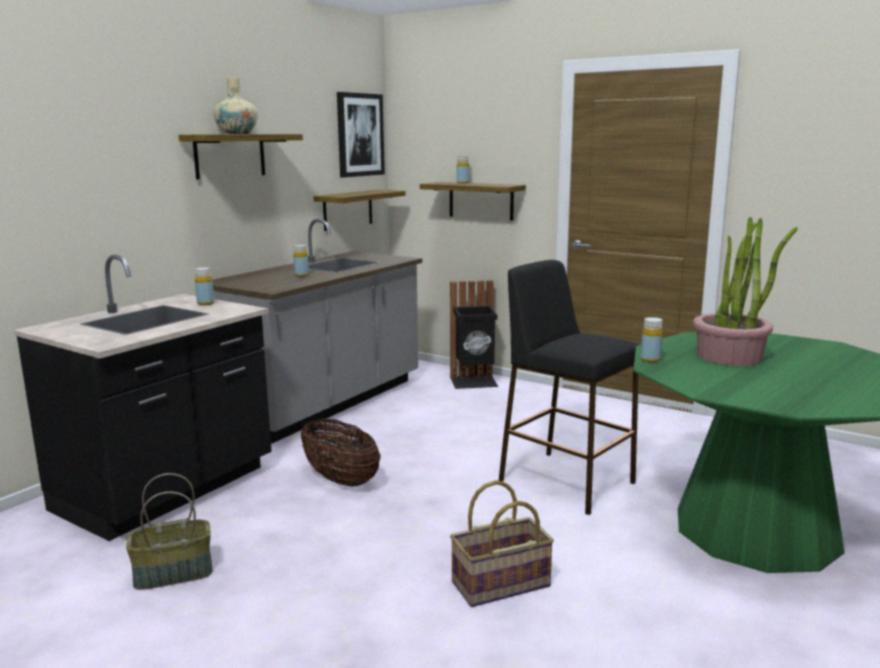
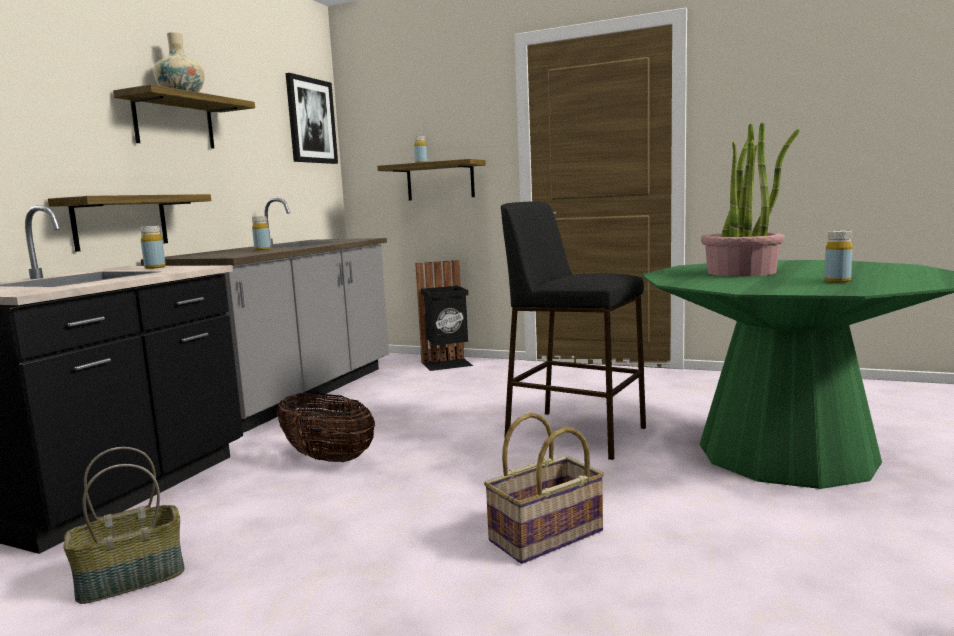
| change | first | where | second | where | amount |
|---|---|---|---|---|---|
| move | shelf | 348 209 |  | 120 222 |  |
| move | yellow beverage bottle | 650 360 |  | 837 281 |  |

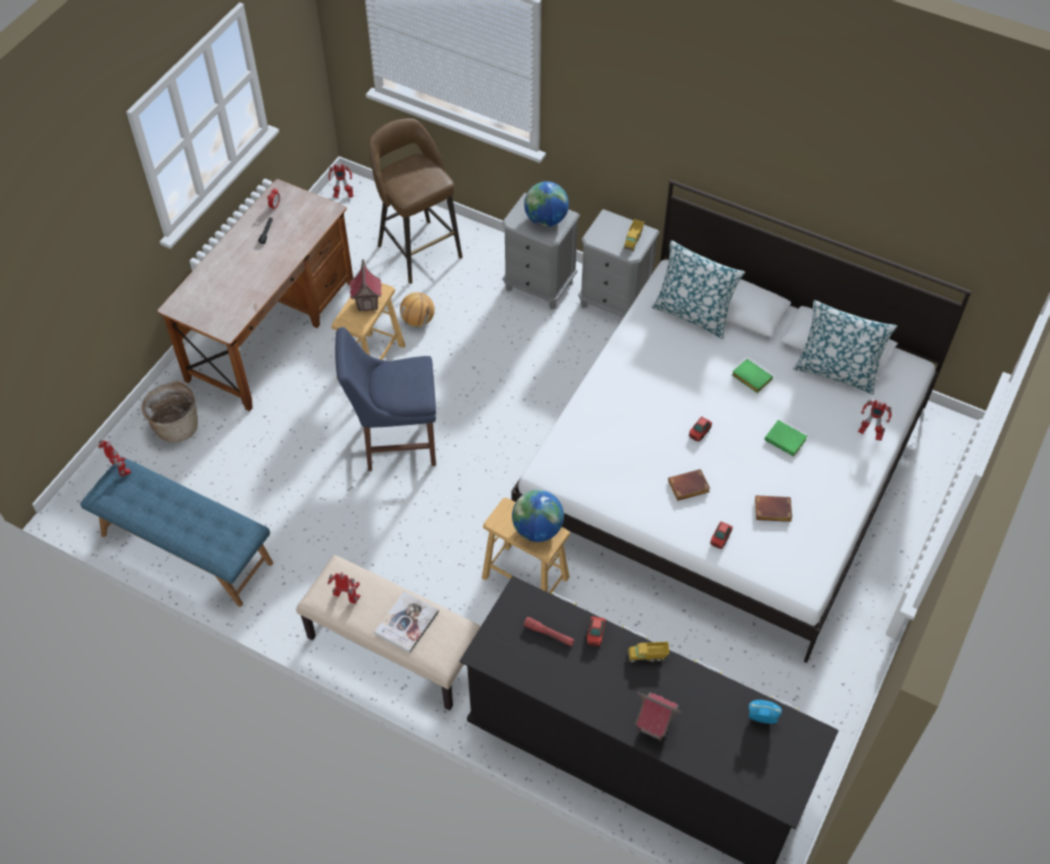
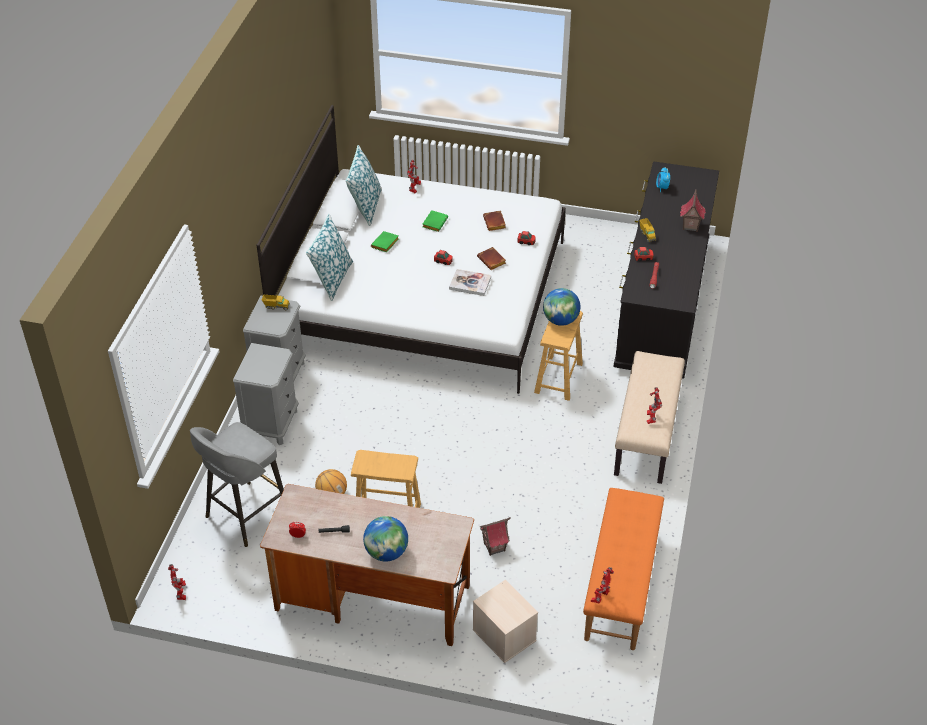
| change | first | where | second | where | amount |
|---|---|---|---|---|---|
| delete | blue plain chair | 395 442 |  |  |  |
| move | miniature house | 368 303 |  | 494 547 |  |
| move | bound book | 407 623 |  | 470 283 |  |
| move | desk globe | 546 220 |  | 386 552 |  |
| replace | storage basket | 176 426 | sand-coloured storage bin | 503 635 |  |
| recolor | blue long seat | 185 549 | orange-coloured long seat | 621 584 |  |
| recolor | brown-coloured stool seat | 418 250 | grey stool seat | 245 515 |  |

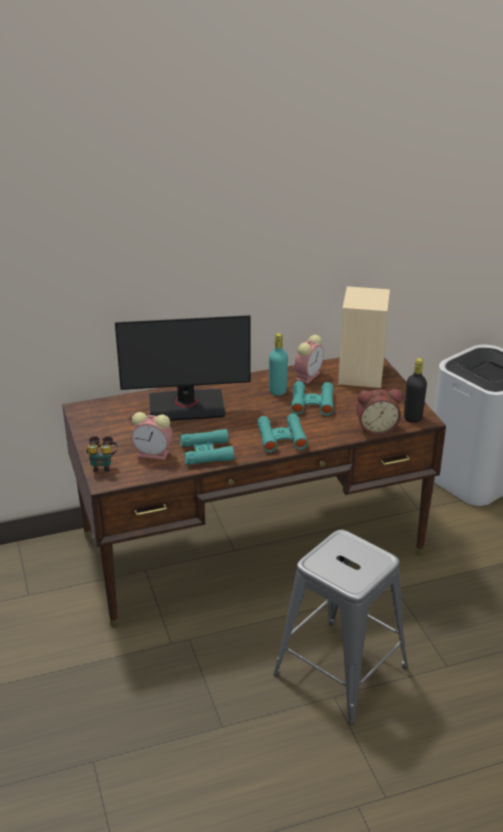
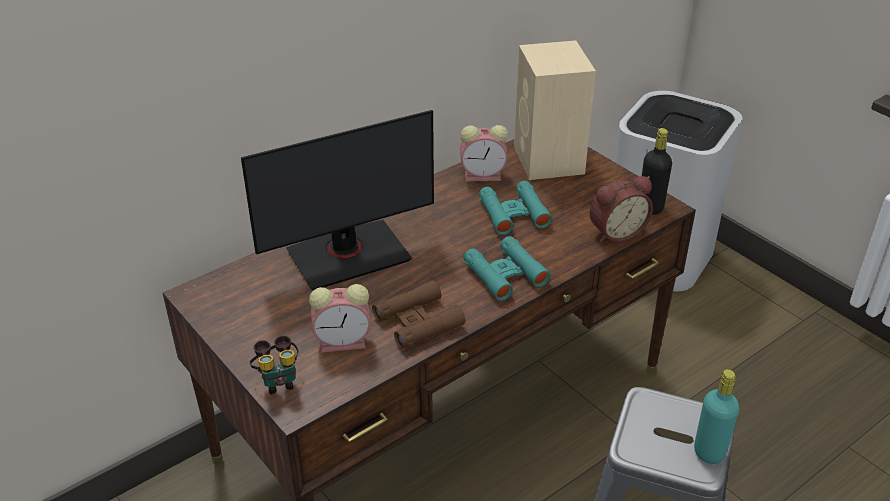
| change | first | where | second | where | amount |
|---|---|---|---|---|---|
| move | blue-green beverage bottle | 277 391 |  | 709 452 |  |
| recolor | blue-green field glasses | 206 452 | brown-coloured field glasses | 418 321 |  |
| rotate | bedside clock | 308 375 |  | 484 175 | 75 degrees clockwise |

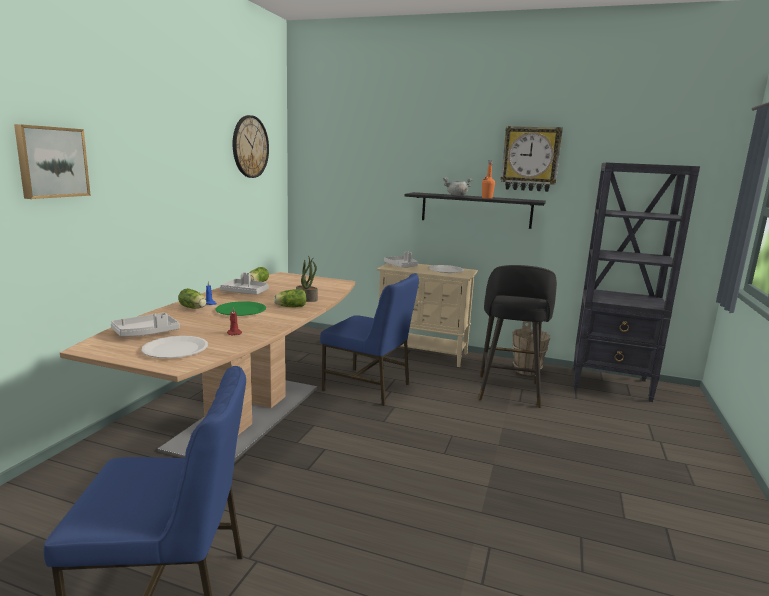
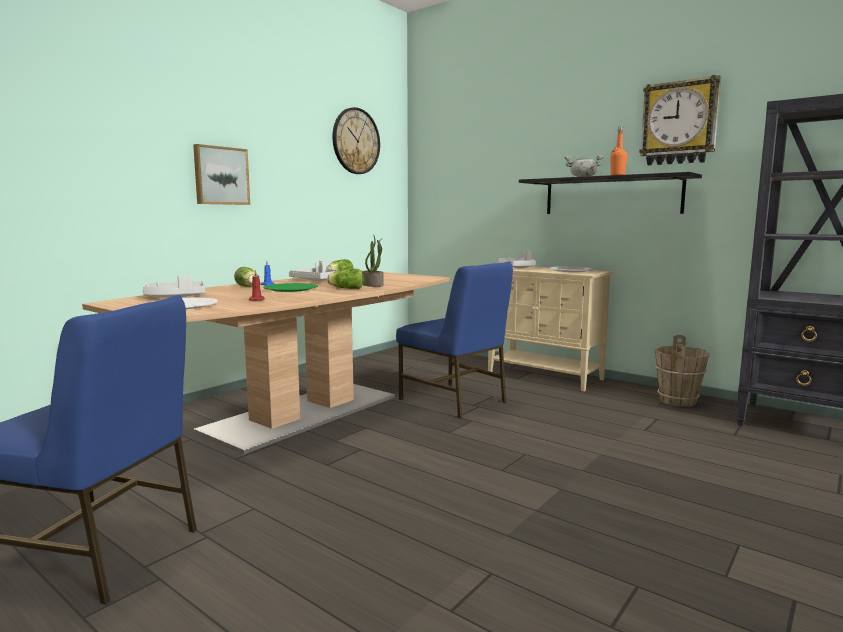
| change | first | where | second | where | amount |
|---|---|---|---|---|---|
| delete | blackish stool seat | 508 392 |  |  |  |
| move | wall picture | 51 162 |  | 221 176 |  |

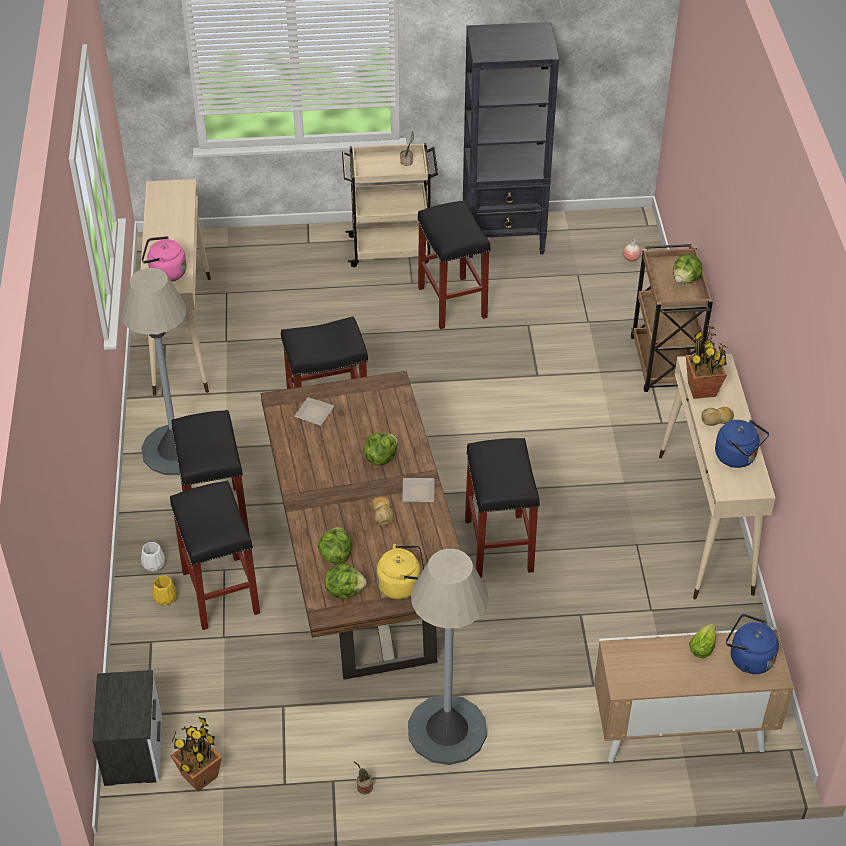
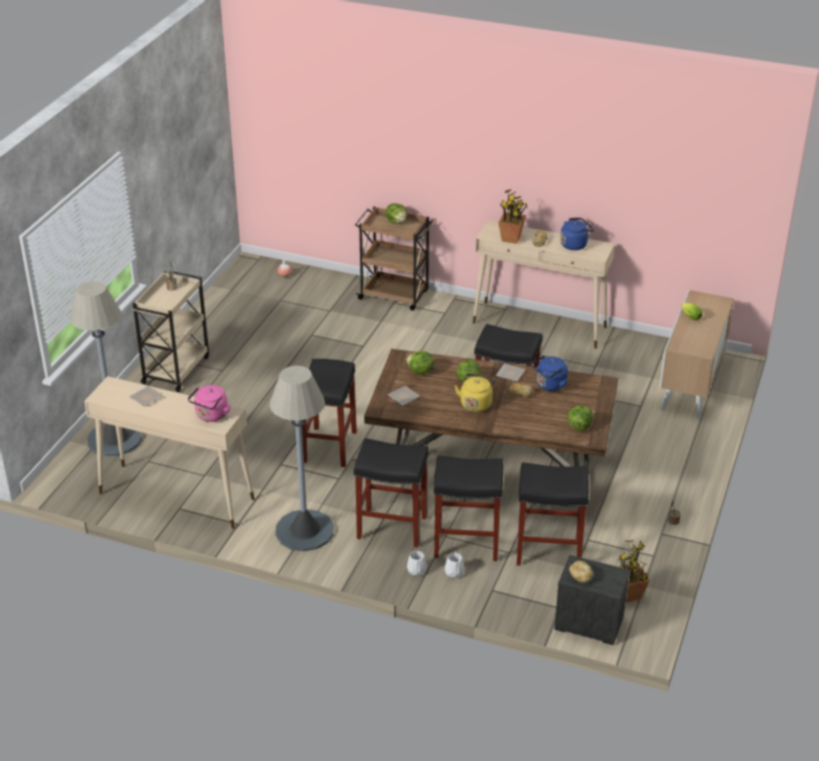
| change | first | where | second | where | amount |
|---|---|---|---|---|---|
| delete | blackish shelving unit | 504 237 |  |  |  |
| insert |  |  | flat dish | 146 397 |  |
| insert |  |  | bread | 581 576 |  |
| move | head of lettuce | 335 555 |  | 420 371 |  |
| move | yellow tea kettle | 402 584 |  | 476 403 |  |
| move | grey floor lamp | 446 730 |  | 114 439 |  |
| move | blackish stool seat | 451 302 |  | 547 551 |  |
| move | blue tea kettle | 748 658 |  | 549 385 |  |
| recolor | yellow decorative vase | 164 598 | whitish decorative vase | 454 573 |  |

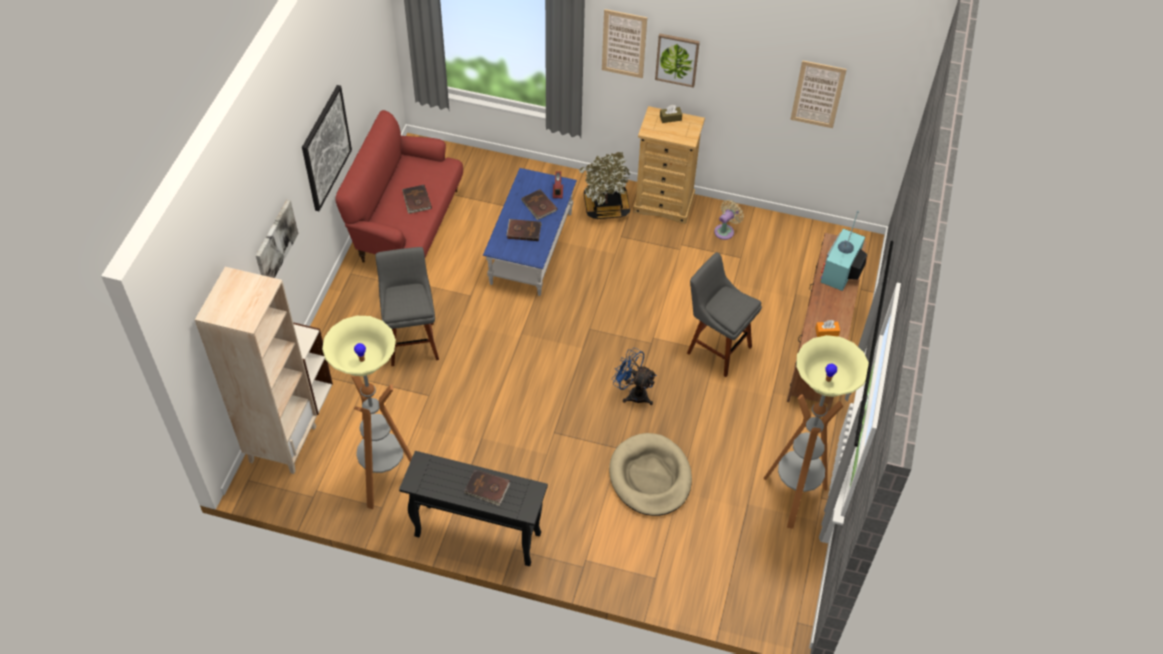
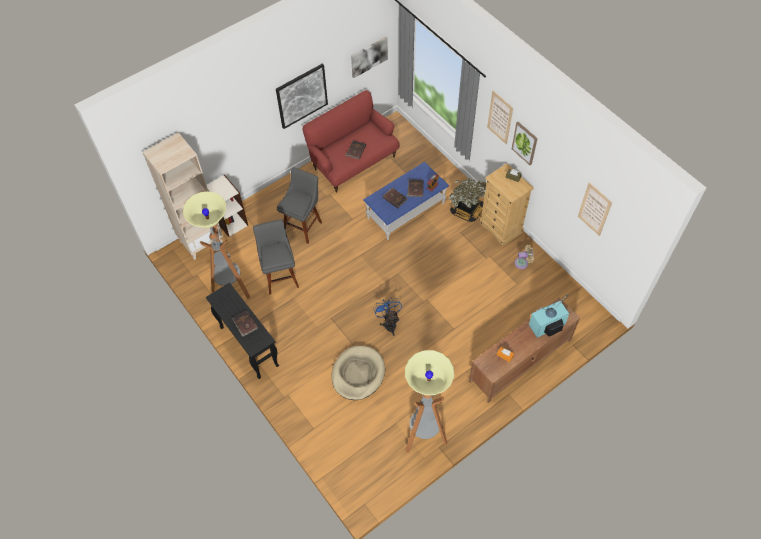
| change | first | where | second | where | amount |
|---|---|---|---|---|---|
| move | wall picture | 275 243 |  | 369 56 |  |
| move | grey stool seat | 716 348 |  | 280 276 |  |

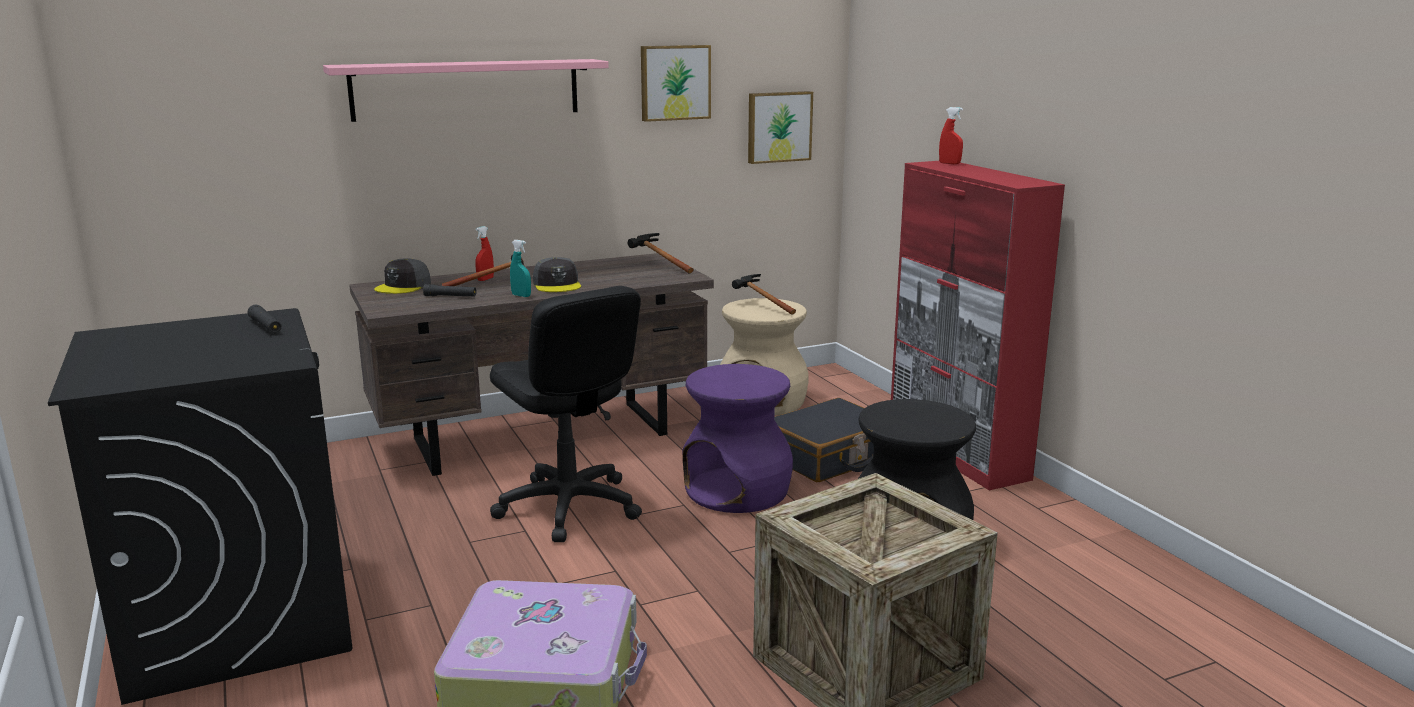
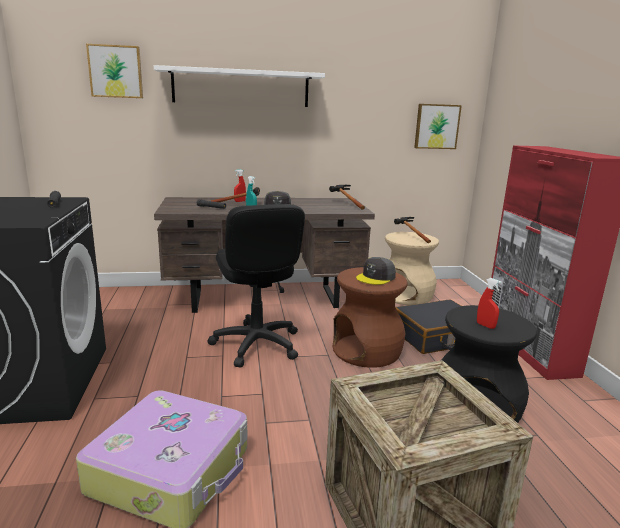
| change | first | where | second | where | amount |
|---|---|---|---|---|---|
| move | grey cap | 403 286 |  | 376 277 |  |
| move | wall picture | 674 82 |  | 116 71 |  |
| move | red-coloured hand sprayer | 949 163 |  | 485 326 |  |
| recolor | pink-coloured shelf | 466 89 | whitish shelf | 241 88 |  |
| recolor | purple-coloured stool seat | 738 491 | brown-coloured stool seat | 367 351 |  |

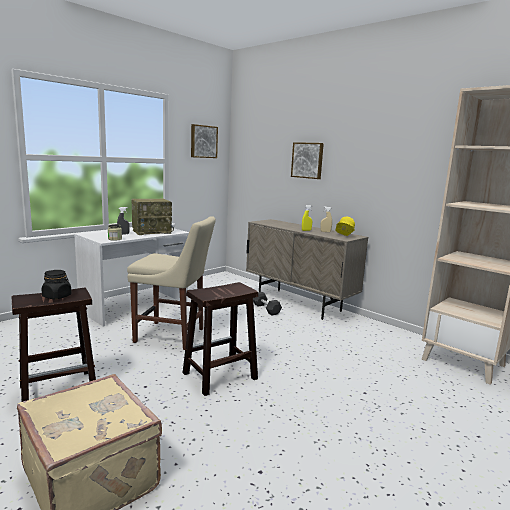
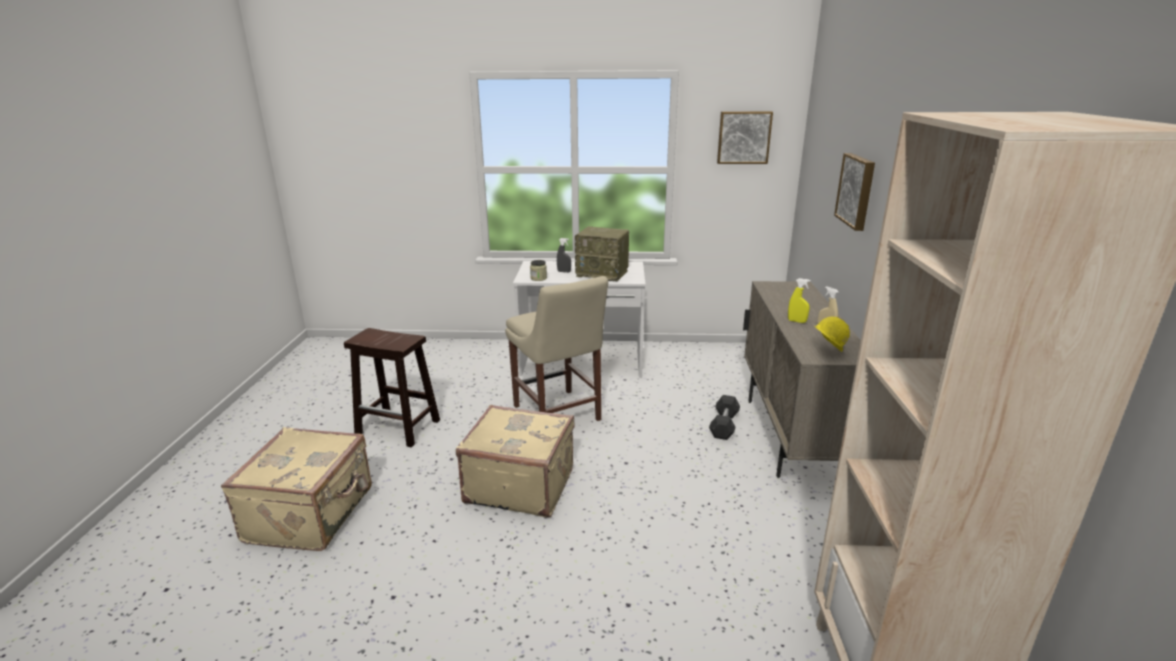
| change | first | where | second | where | amount |
|---|---|---|---|---|---|
| delete | blackish storage jar | 57 296 |  |  |  |
| replace | brown-coloured stool seat | 219 376 | sand-coloured travel case | 520 485 |  |

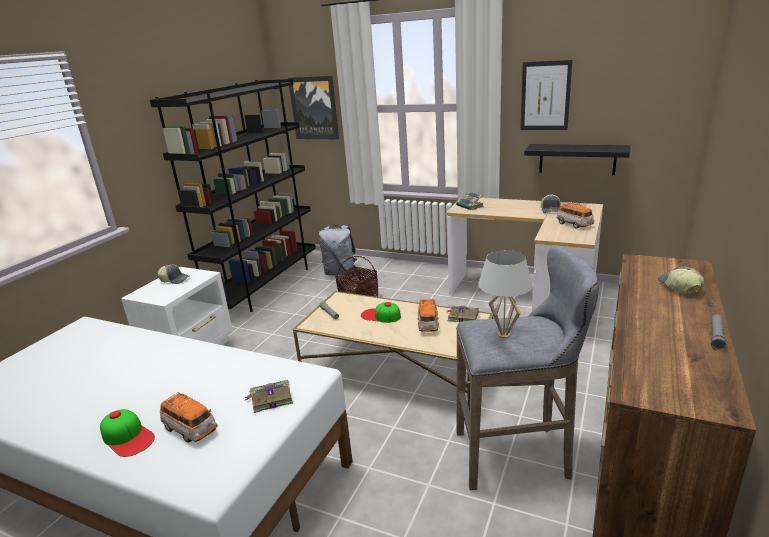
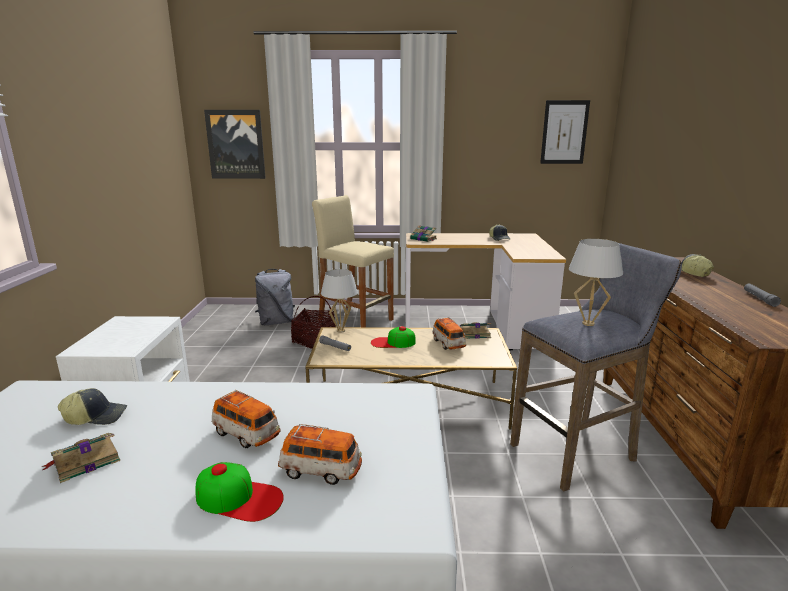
| change | first | where | second | where | amount |
|---|---|---|---|---|---|
| delete | blackish shelving unit | 265 286 |  |  |  |
| delete | blackish shelf | 577 159 |  |  |  |
| insert |  |  | sand-coloured stool seat | 355 320 |  |
| insert |  |  | whitish tabletop lamp | 341 331 |  |
| move | cap | 175 280 |  | 96 416 |  |
| move | bound book | 270 399 |  | 84 461 |  |
| move | wall picture | 545 96 |  | 564 132 |  |
| move | toy car | 574 224 |  | 246 435 |  |

